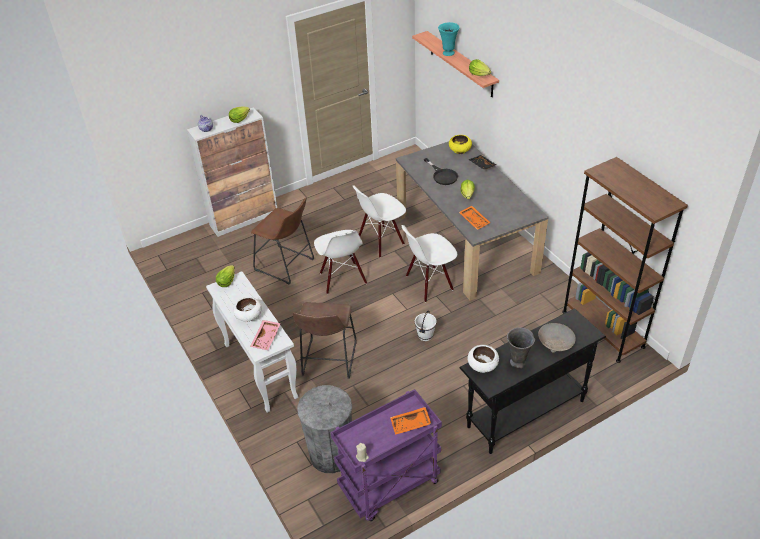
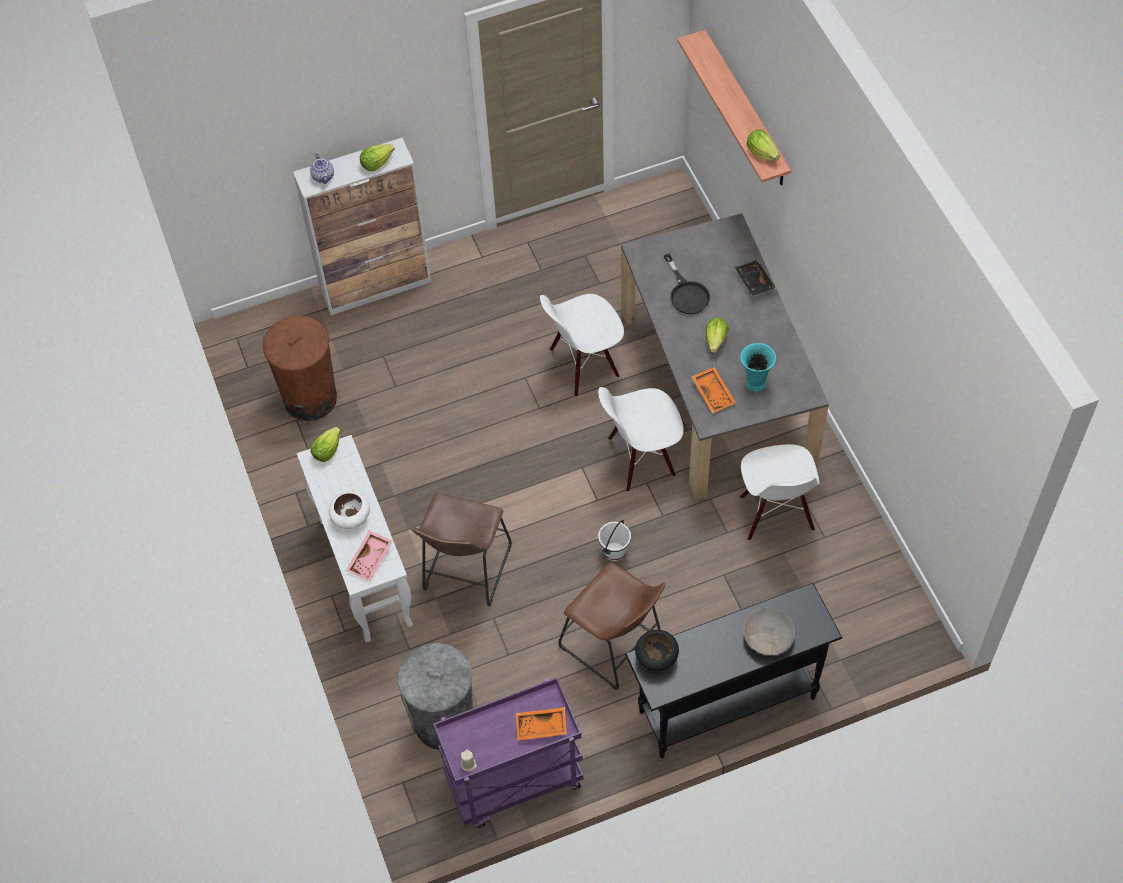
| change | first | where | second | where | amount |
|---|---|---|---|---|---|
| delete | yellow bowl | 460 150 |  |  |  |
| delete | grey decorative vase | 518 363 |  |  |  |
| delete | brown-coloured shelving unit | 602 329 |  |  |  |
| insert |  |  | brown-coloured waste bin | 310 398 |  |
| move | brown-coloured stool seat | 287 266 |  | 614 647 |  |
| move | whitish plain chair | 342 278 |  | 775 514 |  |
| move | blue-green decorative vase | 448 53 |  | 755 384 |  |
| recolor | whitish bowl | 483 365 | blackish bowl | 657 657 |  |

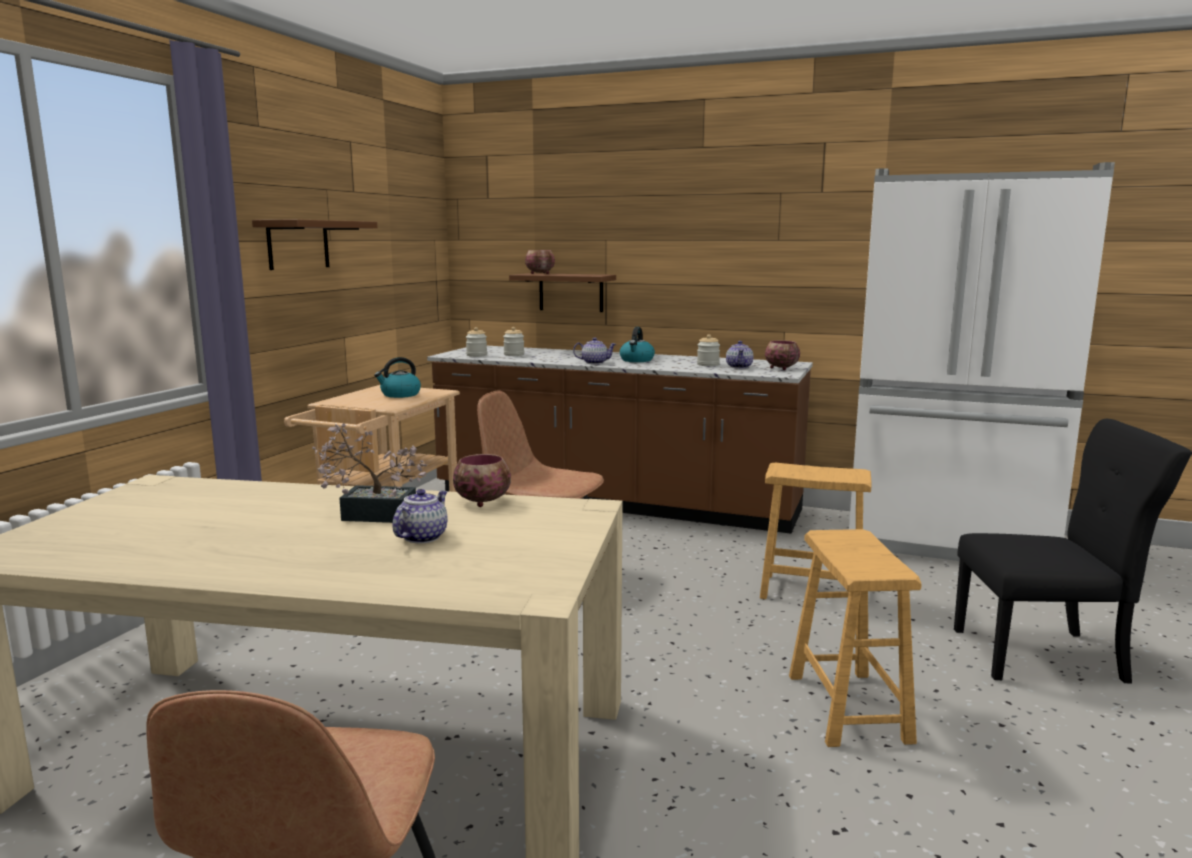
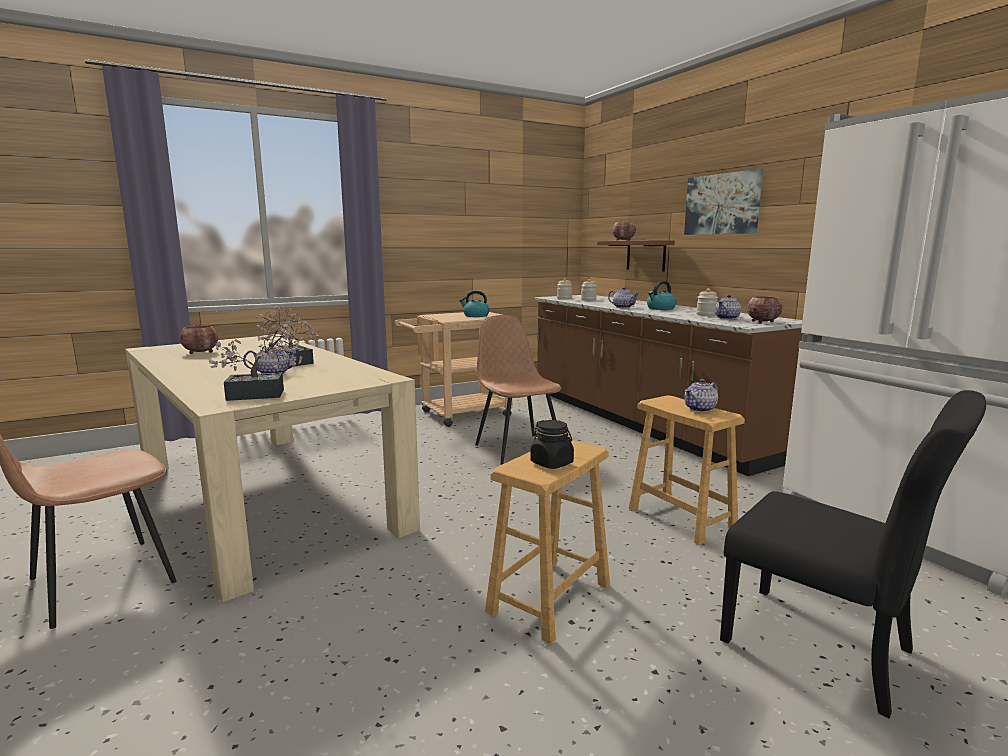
| change | first | where | second | where | amount |
|---|---|---|---|---|---|
| delete | brown-coloured shelf | 298 244 |  |  |  |
| insert |  |  | houseplant | 263 394 |  |
| insert |  |  | blackish storage jar | 552 463 |  |
| insert |  |  | wall picture | 722 204 |  |
| insert |  |  | teapot | 700 409 |  |
| move | bowl | 483 501 |  | 202 352 |  |

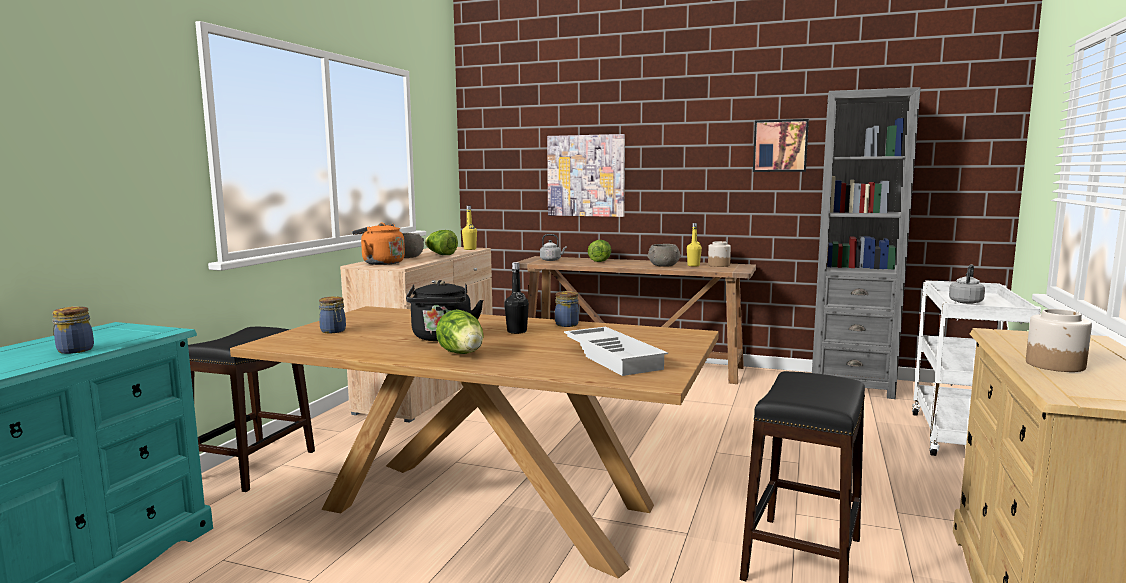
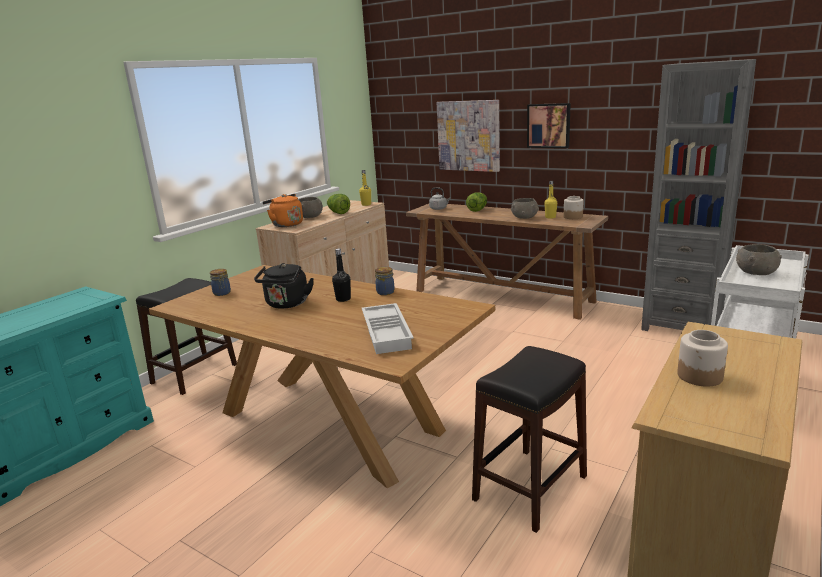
| change | first | where | second | where | amount |
|---|---|---|---|---|---|
| delete | storage jar | 74 350 |  |  |  |
| delete | head of lettuce | 463 354 |  |  |  |
| move | wall picture | 780 146 |  | 549 125 |  |
| replace | grey tea kettle | 966 302 | grey bowl | 756 272 |  |

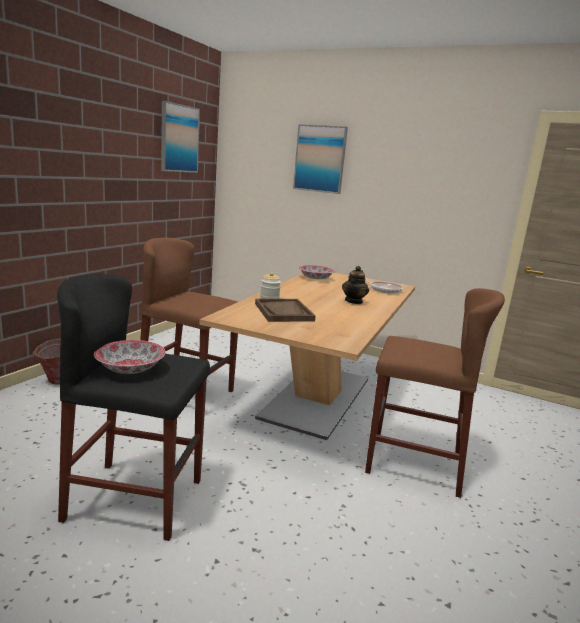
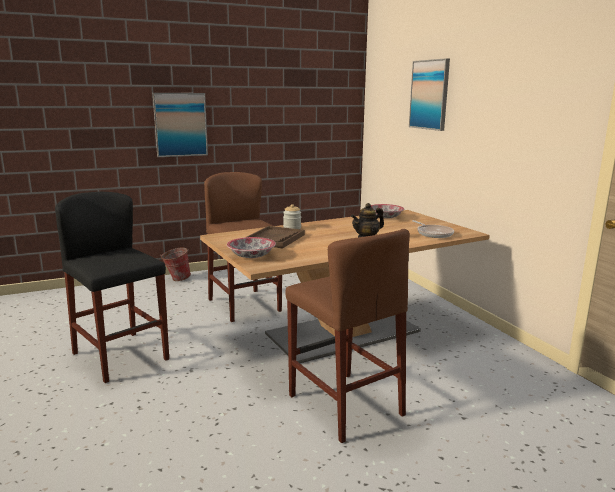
| change | first | where | second | where | amount |
|---|---|---|---|---|---|
| move | bowl | 130 369 |  | 251 256 |  |
| move | wall picture | 179 138 |  | 180 124 |  |

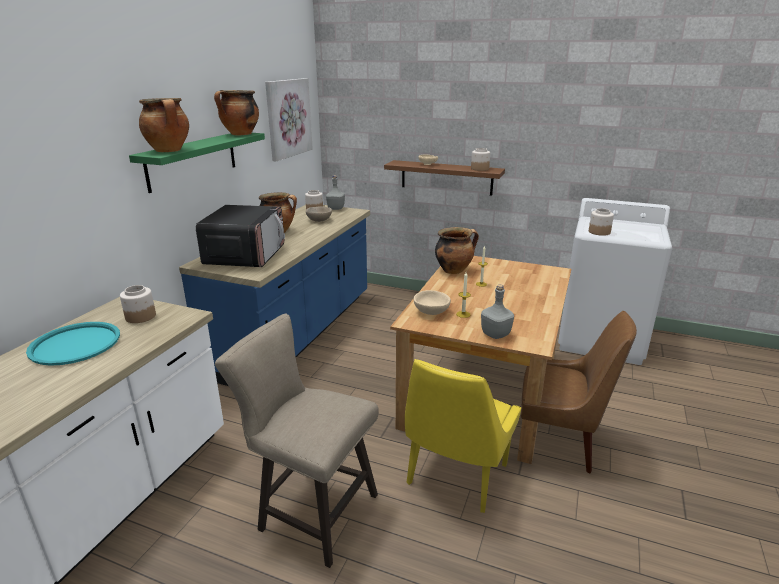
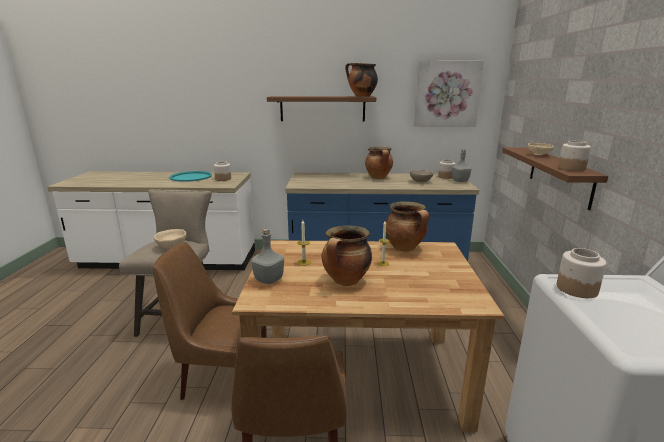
| change | first | where | second | where | amount |
|---|---|---|---|---|---|
| delete | microwave oven | 246 255 |  |  |  |
| move | saucepot | 169 151 |  | 346 281 |  |
| move | sand-coloured bowl | 431 312 |  | 171 246 |  |
| recolor | green shelf | 192 160 | brown-coloured shelf | 322 108 |  |
| recolor | yellow plain chair | 455 476 | brown-coloured plain chair | 222 376 |  |

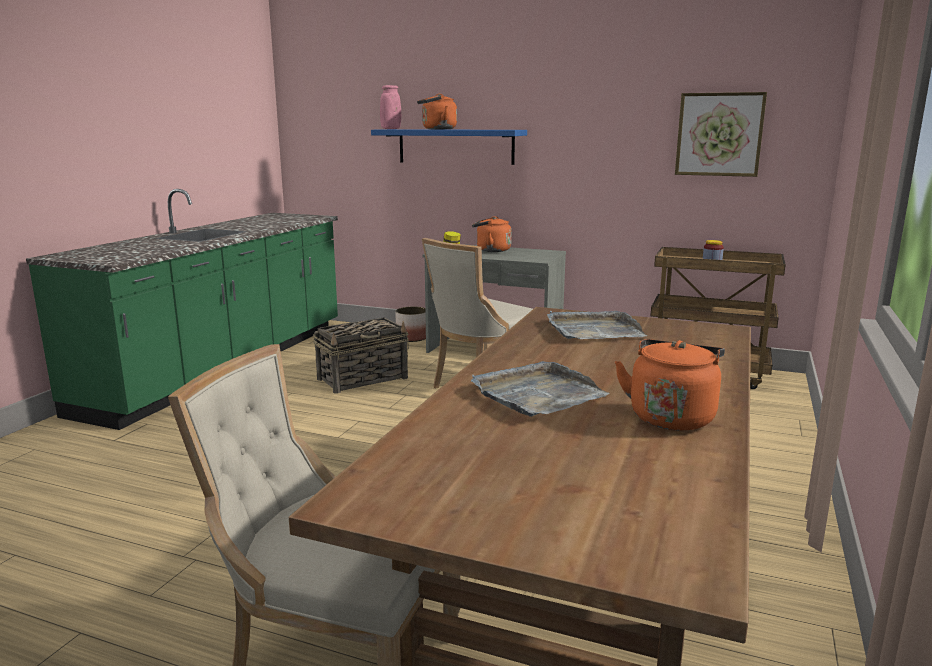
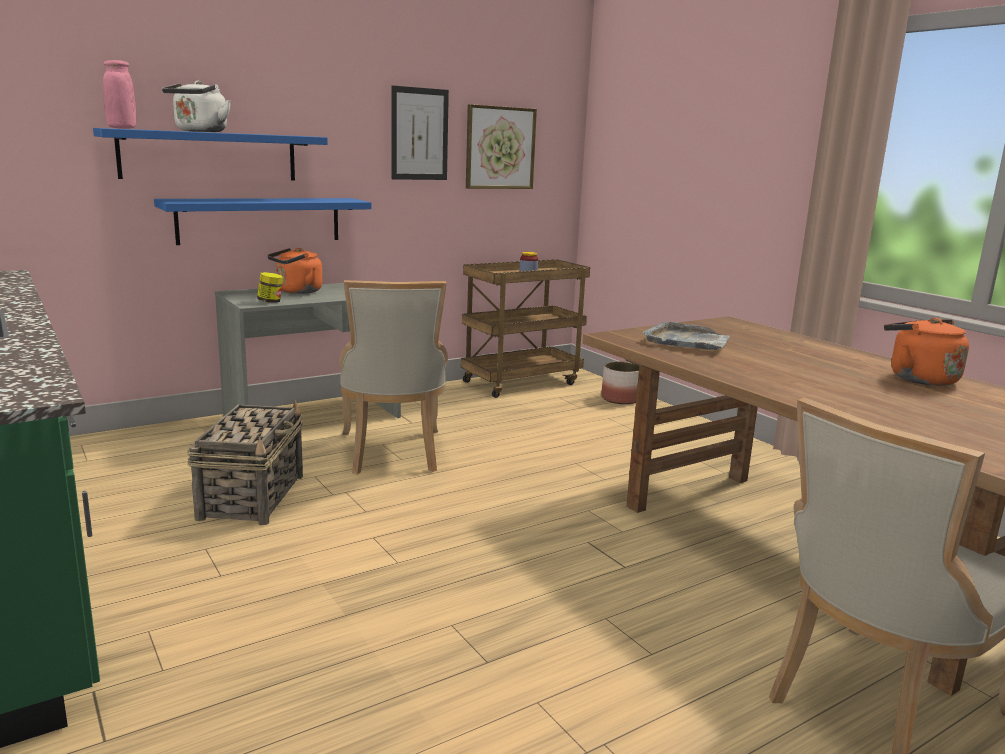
| change | first | where | second | where | amount |
|---|---|---|---|---|---|
| delete | grey tray | 537 394 |  |  |  |
| insert |  |  | blue shelf | 260 220 |  |
| insert |  |  | wall picture | 419 134 |  |
| move | plant pot | 412 338 |  | 620 399 |  |
| recolor | orange-coloured tea kettle | 437 129 | whitish tea kettle | 199 131 |  |

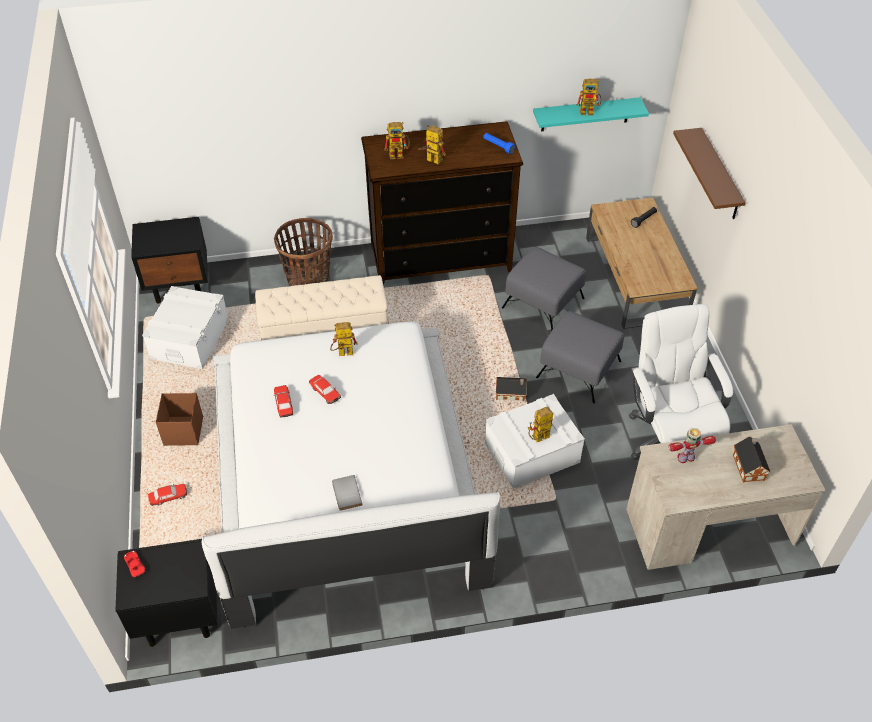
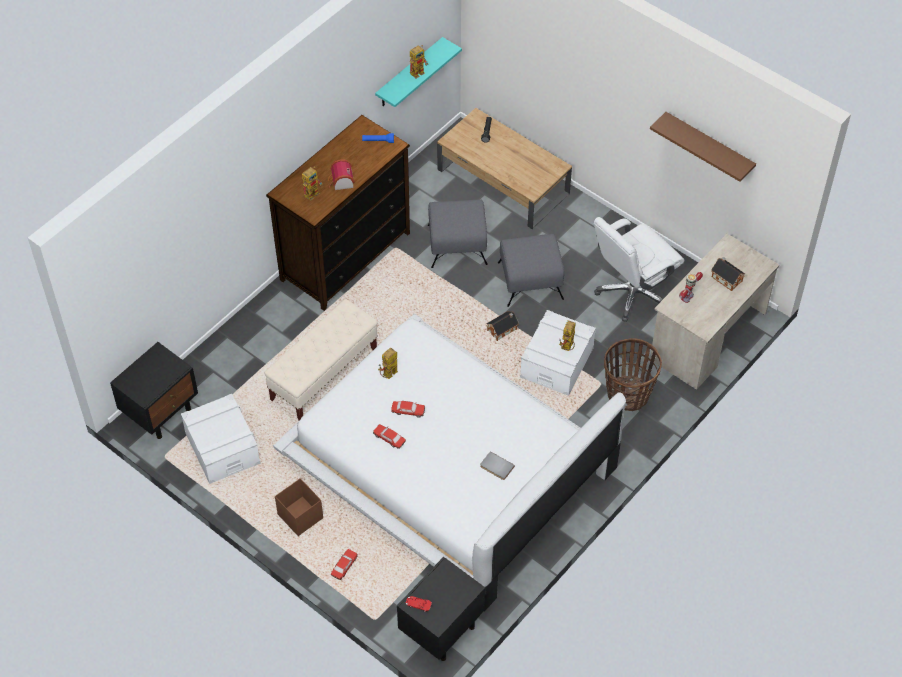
| change | first | where | second | where | amount |
|---|---|---|---|---|---|
| move | storage basket | 308 277 |  | 628 394 |  |
| move | brown-coloured shelf | 719 175 |  | 708 146 |  |
| replace | robot figure | 431 159 | miniature house | 341 182 |  |
| rotate | whitish office chair | 667 438 |  | 632 293 | 75 degrees counterclockwise |

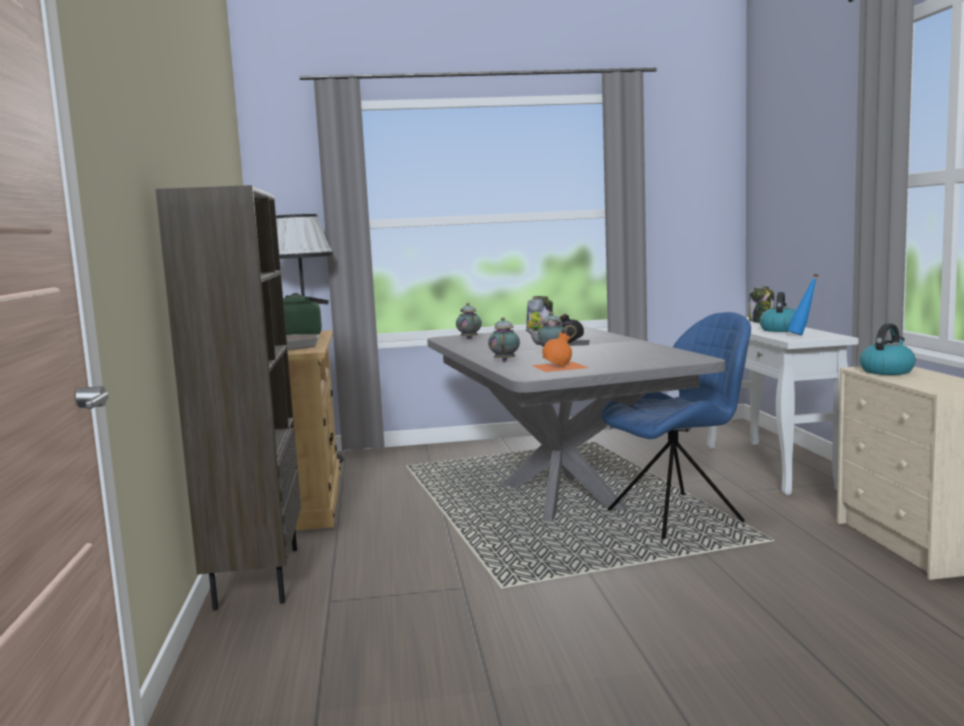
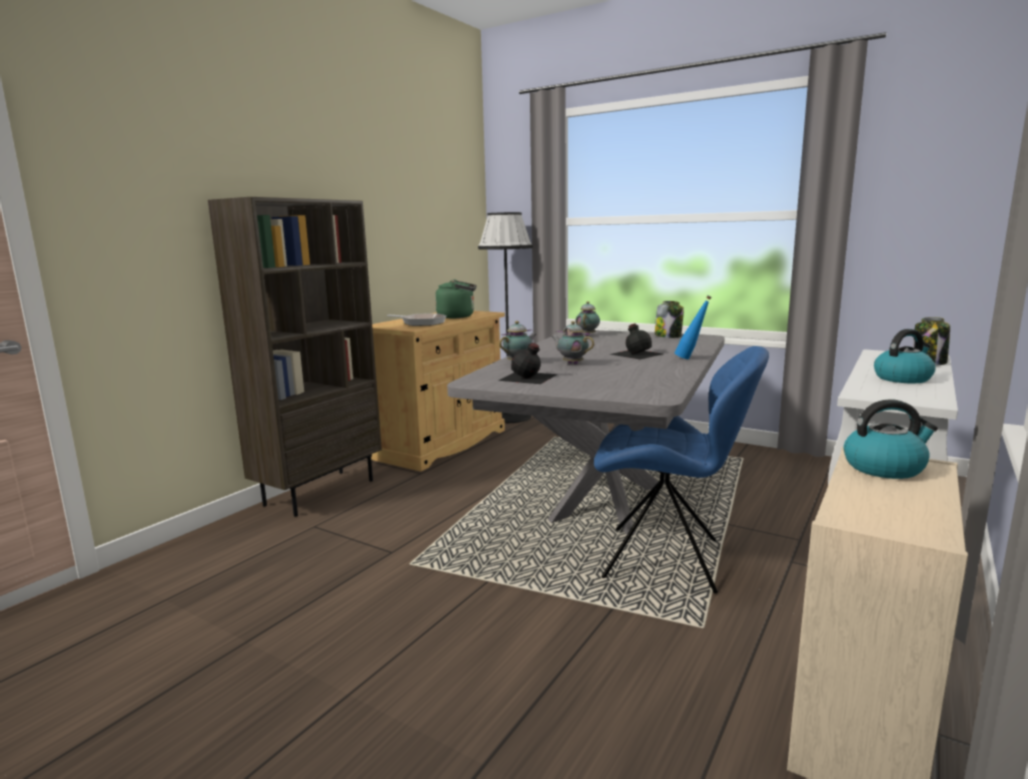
| change | first | where | second | where | amount |
|---|---|---|---|---|---|
| move | blue beverage bottle | 802 335 |  | 691 359 |  |
| recolor | orange-coloured beverage bottle | 560 366 | blackish beverage bottle | 528 377 |  |

